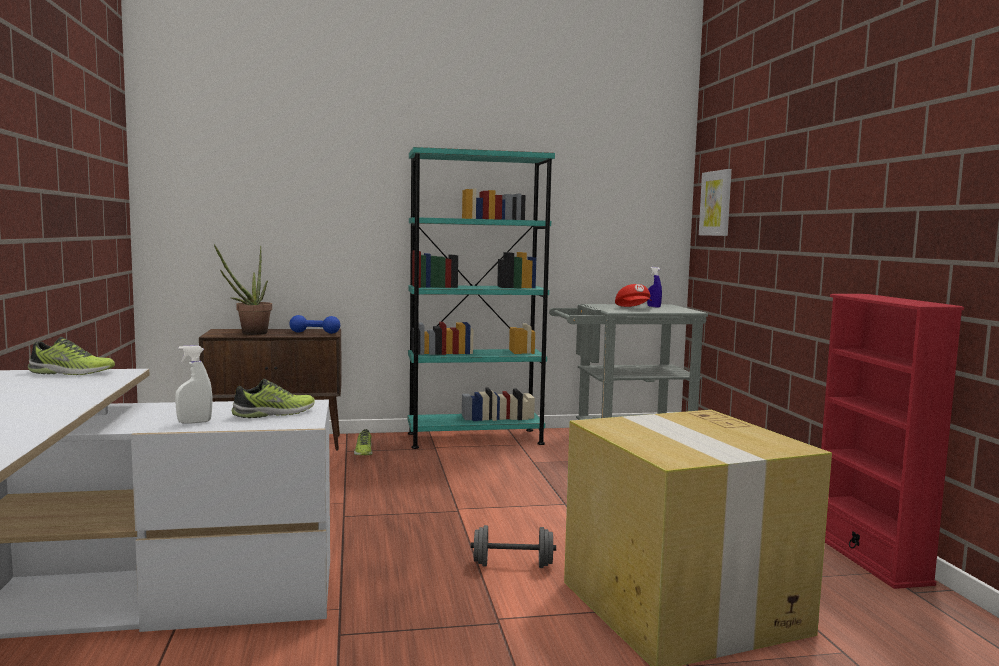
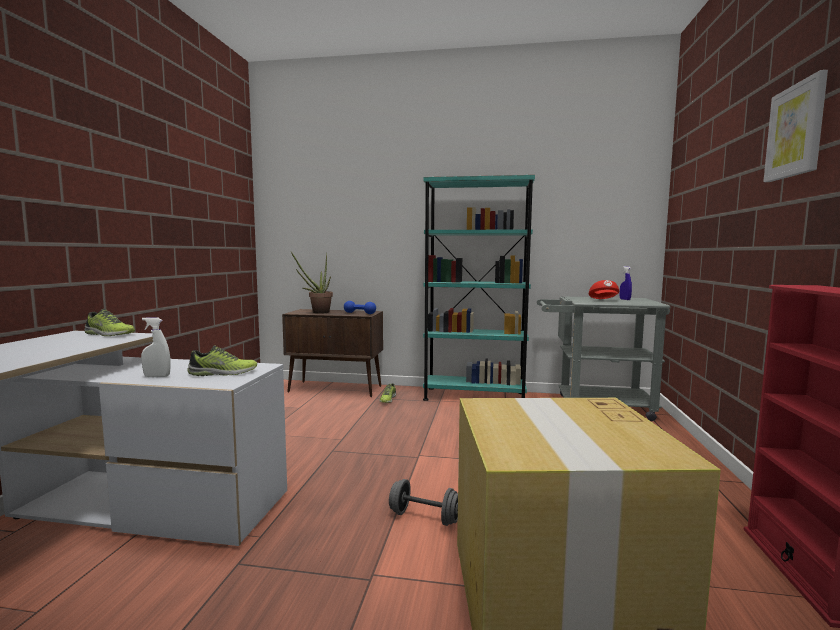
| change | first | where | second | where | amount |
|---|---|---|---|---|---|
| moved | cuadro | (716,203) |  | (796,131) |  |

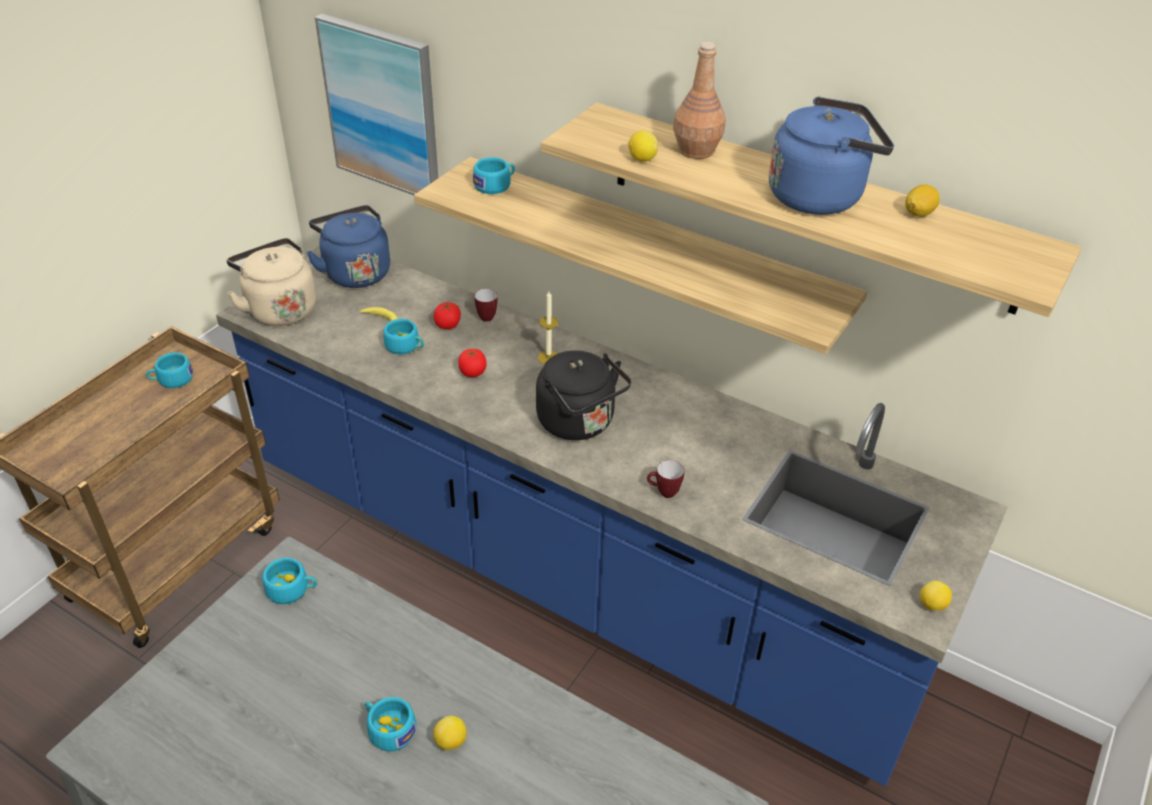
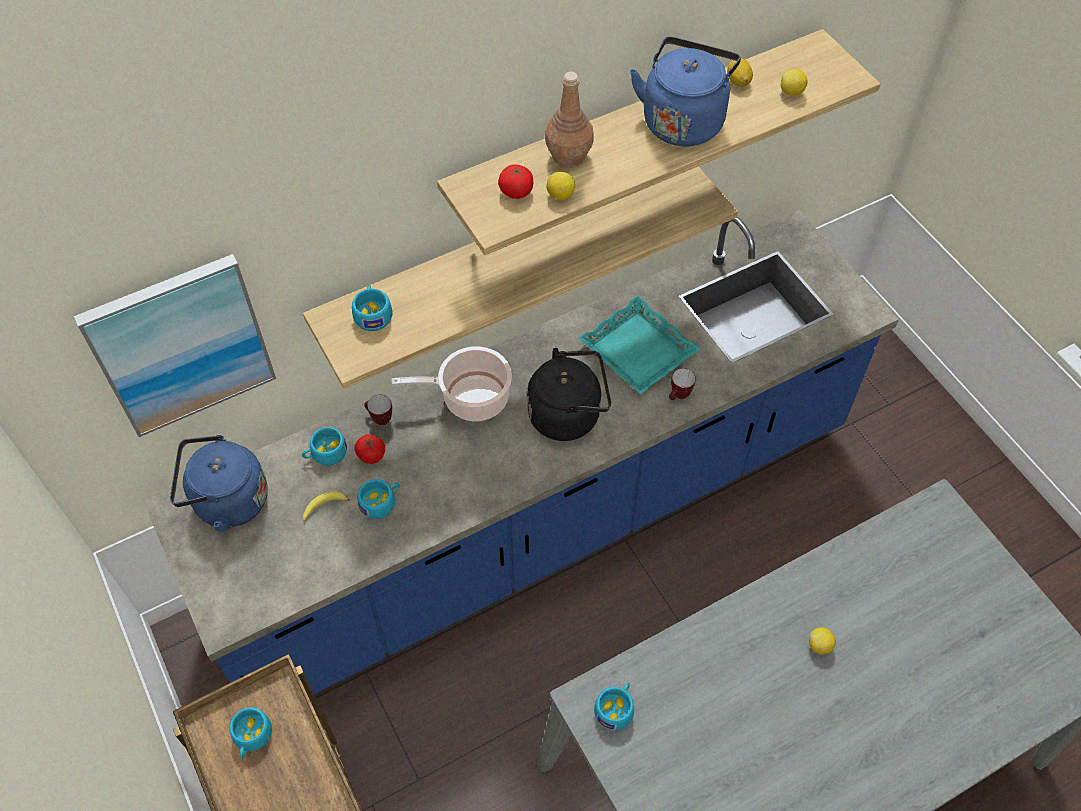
| change | first | where | second | where | amount |
|---|---|---|---|---|---|
| removed | hervidor [beis] | (279,309) |  |  |  |
| moved | taza [turquesa] | (388,729) |  | (325,454) |  |
| moved | tomate | (472,372) |  | (516,191) |  |
| replaced | vela | (548,357) | olla | (471,398) |  |
| moved | limón | (932,605) |  | (791,92) |  |
| added |  |  | bandeja [turquesa] | (637,351) |  |

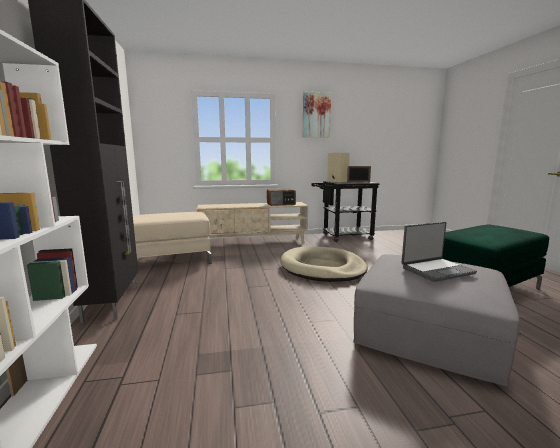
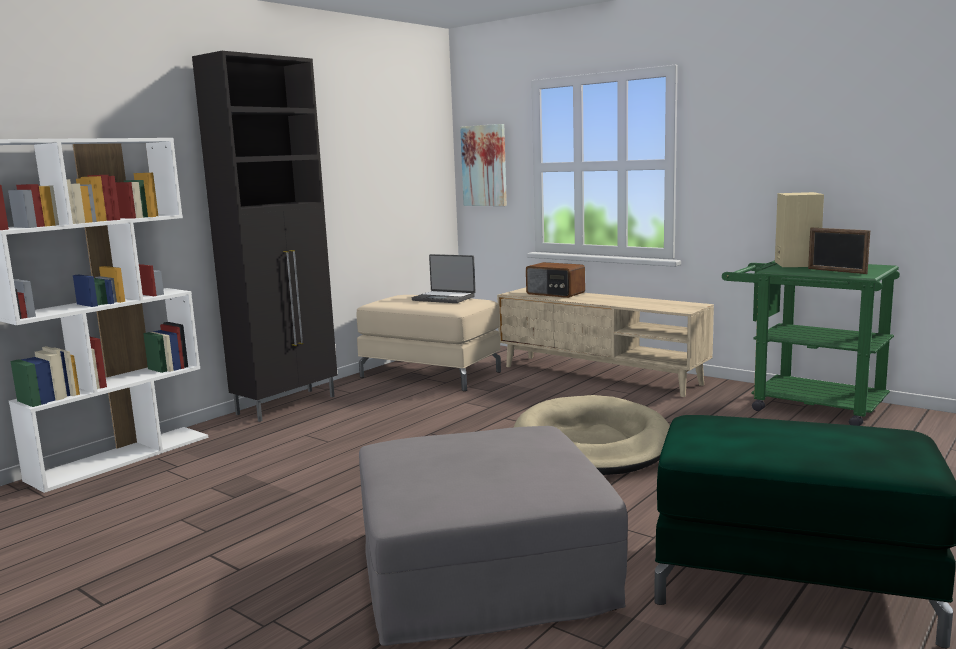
| change | first | where | second | where | amount |
|---|---|---|---|---|---|
| moved | radio | (281,204) |  | (555,293) |  |
| moved | cuadro | (316,115) |  | (484,165) |  |
| recoloured | carrito [negro] | (342,237) | carrito [verde] | (805,405) |  |
| moved | portátil | (436,270) |  | (444,298) |  |

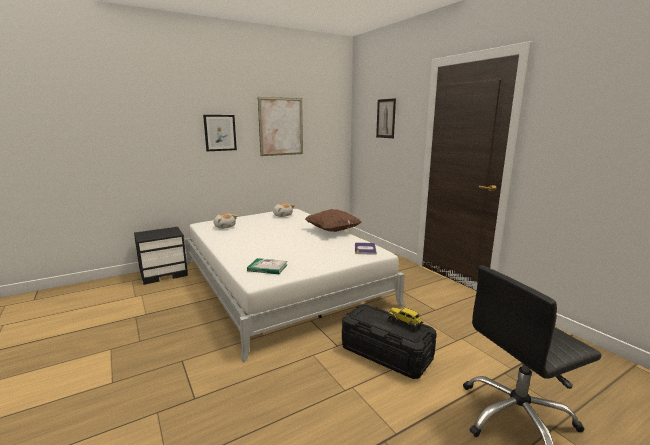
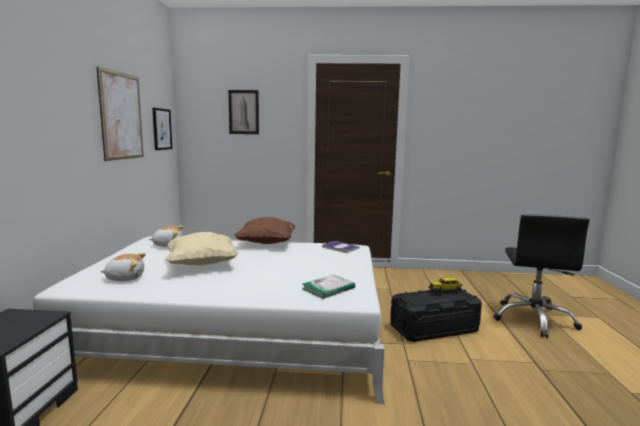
| change | first | where | second | where | amount |
|---|---|---|---|---|---|
| moved | cuadro | (220,133) |  | (161,129) |  |
| added |  |  | cojín [beis] | (202,264) |  |

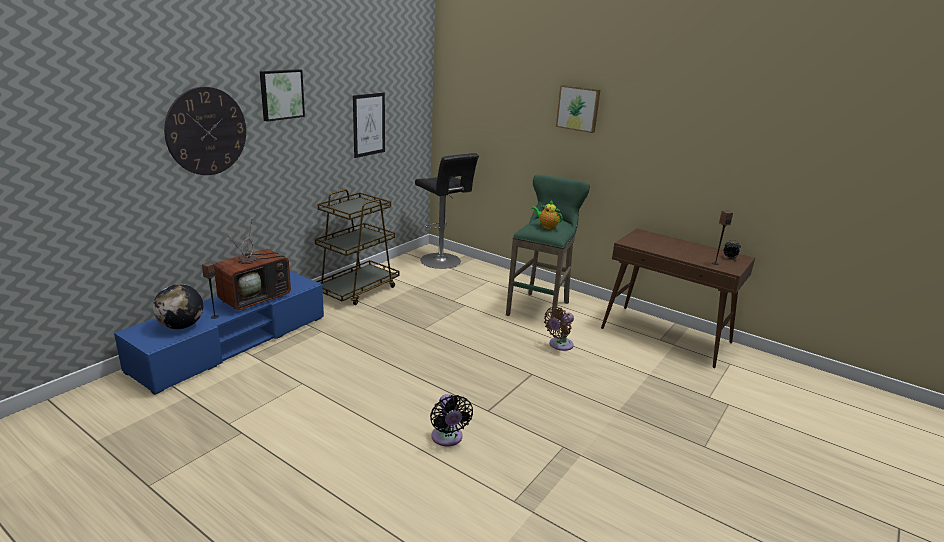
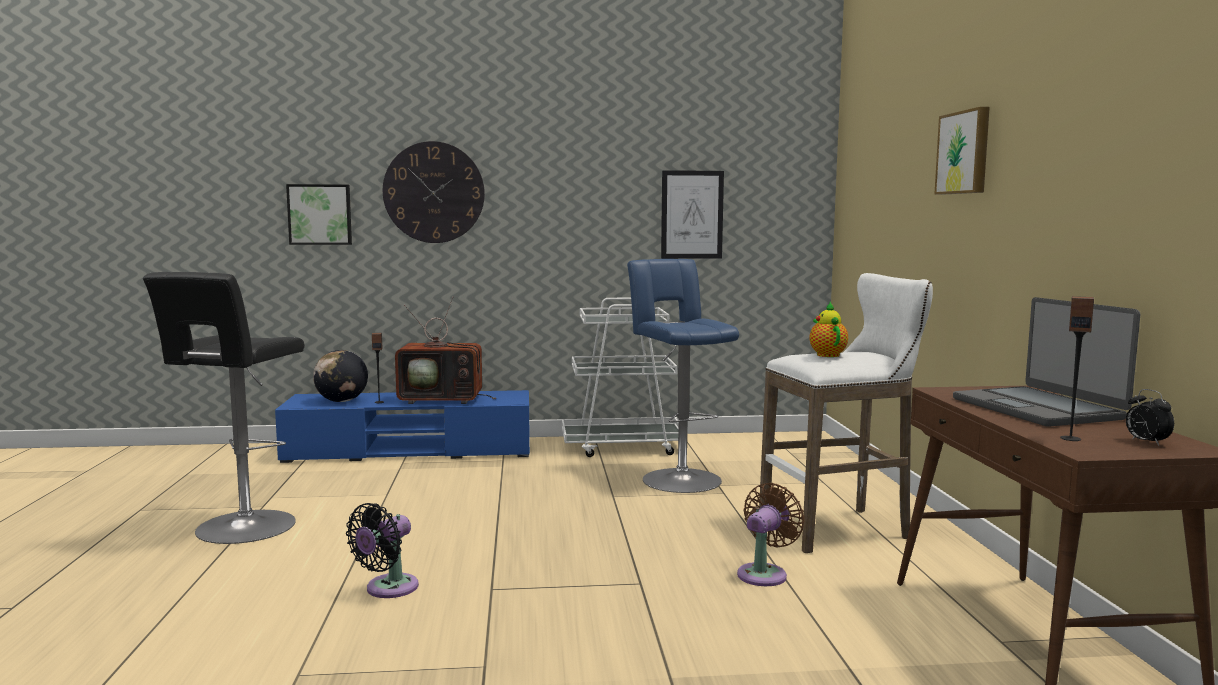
| change | first | where | second | where | amount |
|---|---|---|---|---|---|
| moved | cuadro | (281,94) |  | (320,214) |  |
| recoloured | carrito [marrón] | (357,290) | carrito [blanco] | (622,446) |  |
| moved | taburete [negro] | (442,261) |  | (241,529) |  |
| recoloured | taburete [verde] | (540,307) | taburete [blanco] | (840,528) |  |
| turned | ventilador [marrón] | (559,345) |  | (764,573) | 120 degrees clockwise |
| added |  |  | taburete [azul] | (678,478) |  |
| added |  |  | portátil | (1038,409) |  |

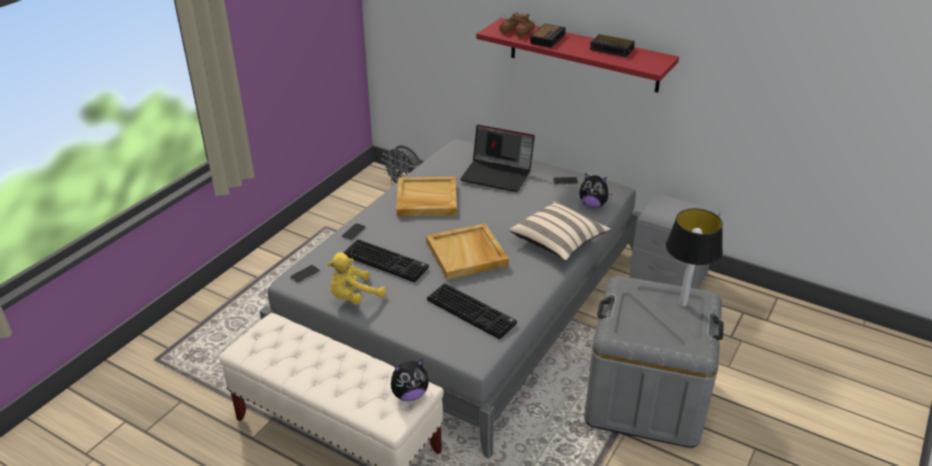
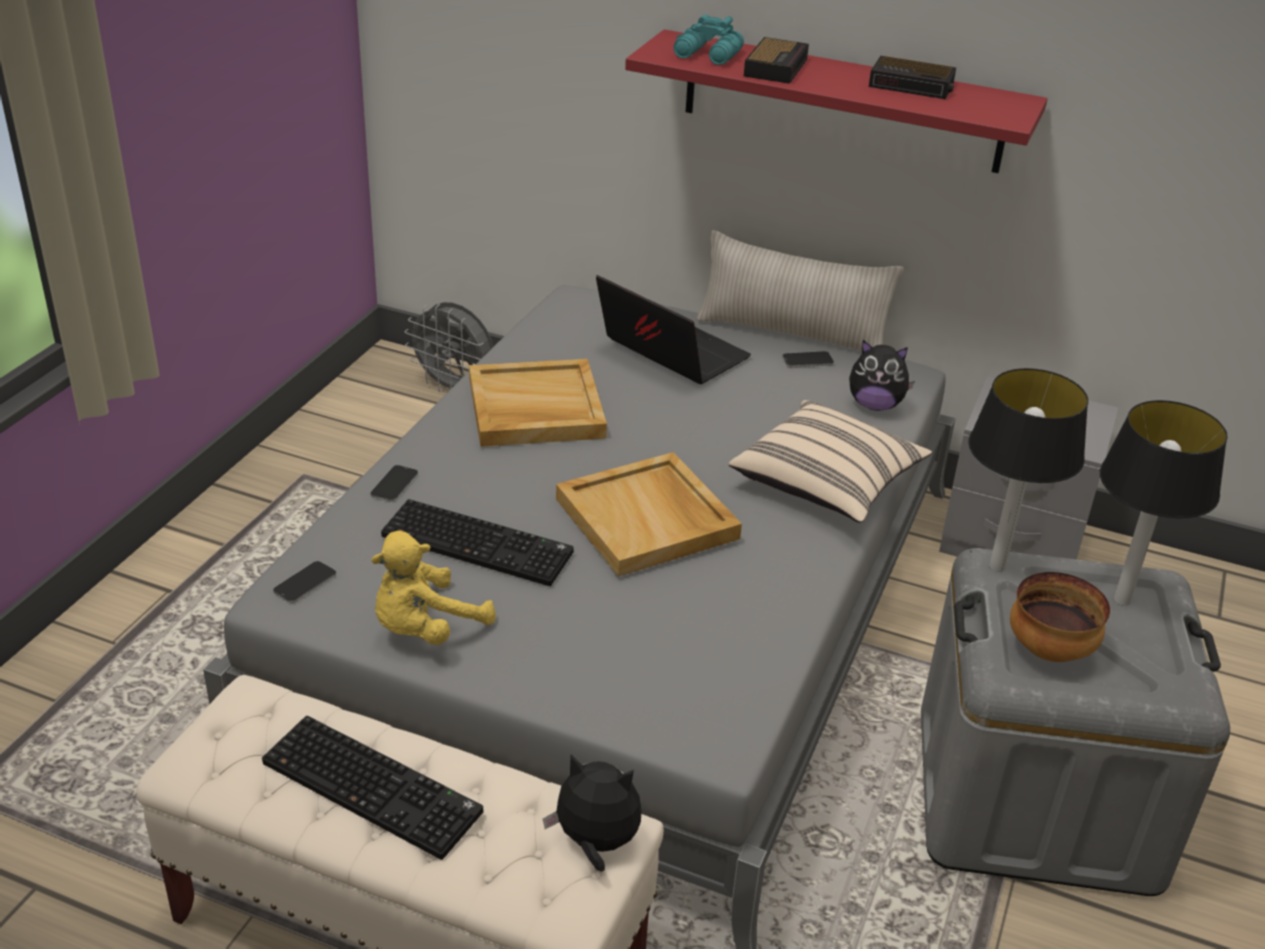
| change | first | where | second | where | amount |
|---|---|---|---|---|---|
| turned | peluche | (409,394) |  | (595,843) | 135 degrees counterclockwise |
| moved | teclado | (473,311) |  | (376,786) |  |
| turned | portátil | (498,175) |  | (669,353) | 150 degrees counterclockwise |
| recoloured | prismáticos [marrón] | (517,32) | prismáticos [turquesa] | (708,56) |  |
| added |  |  | cojín [beis] | (792,333) |  |
| added |  |  | lámpara de mesa | (998,566) |  |
| added |  |  | cuenco | (1050,651) |  |

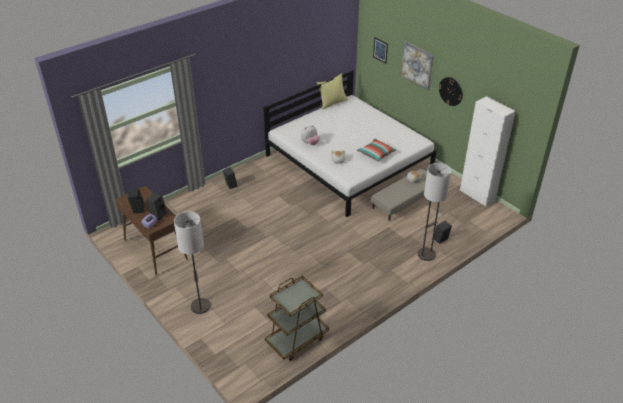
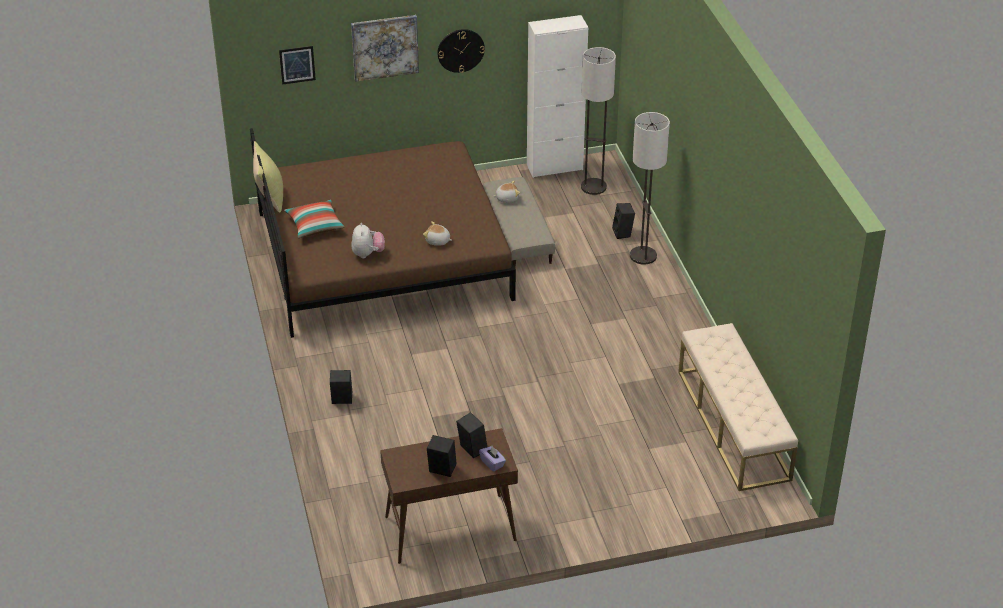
| change | first | where | second | where | amount |
|---|---|---|---|---|---|
| moved | lámpara de pie | (200,306) |  | (593,187) |  |
| recoloured | cama [blanco] | (348,161) | cama [marrón] | (382,254) |  |
| replaced | carrito [marrón] | (297,339) | banco [beis] | (733,425) |  |
| moved | cojín | (376,154) |  | (315,226) |  |

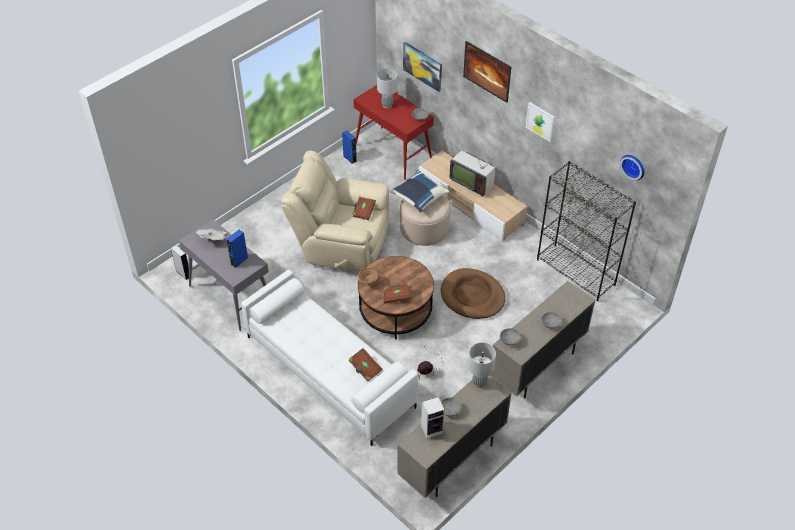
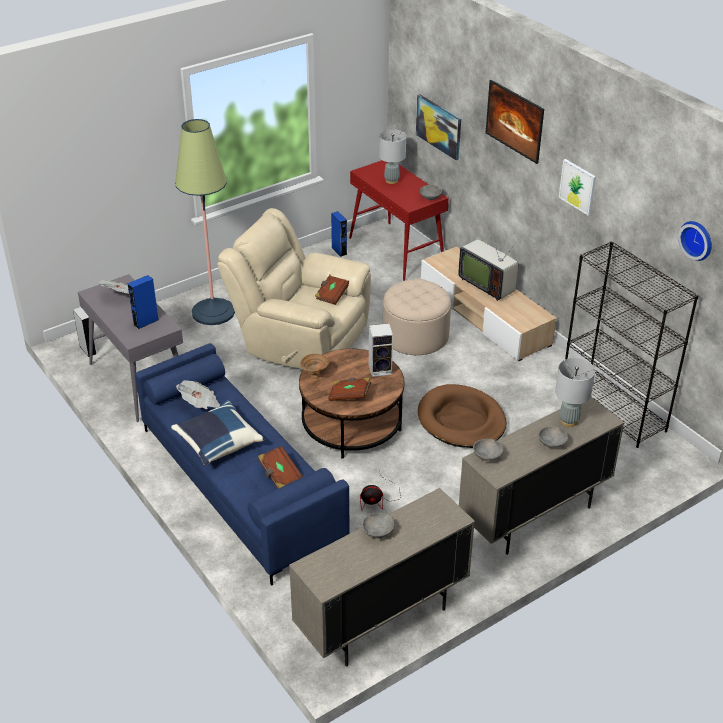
| change | first | where | second | where | amount |
|---|---|---|---|---|---|
| recoloured | sofá [blanco] | (328,371) | sofá [azul] | (239,485) |  |
| moved | cojín [azul] | (419,197) |  | (218,443) |  |
| moved | altavoz | (432,429) |  | (381,369) |  |
| moved | lámpara de mesa [gris] | (479,382) |  | (568,421) |  |
| added |  |  | lámpara de pie | (213,312) |  |
| added |  |  | periódico | (200,403) |  |

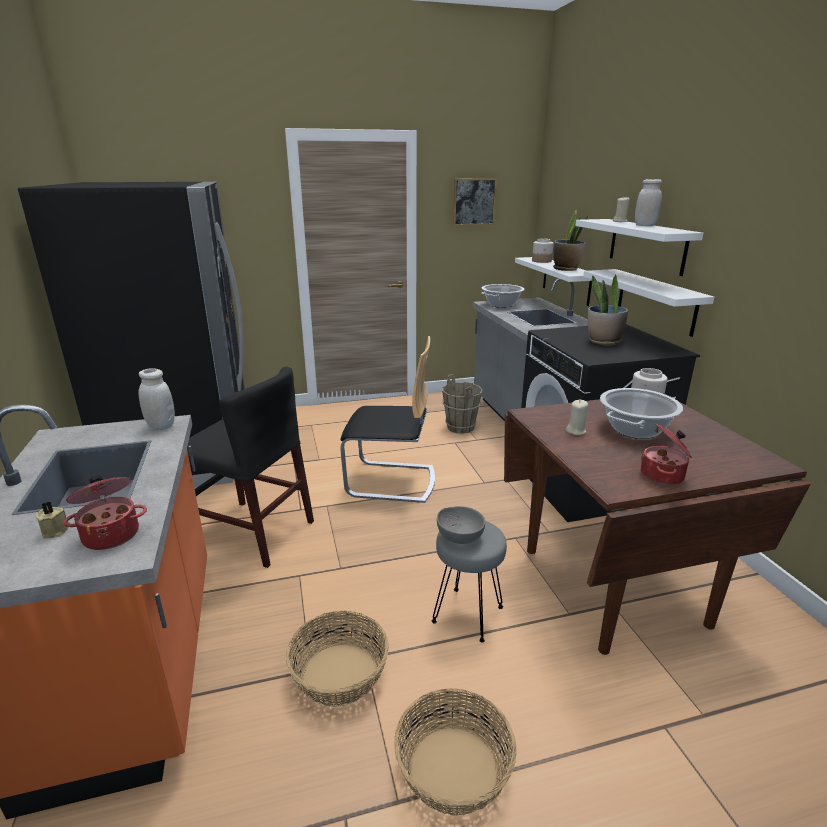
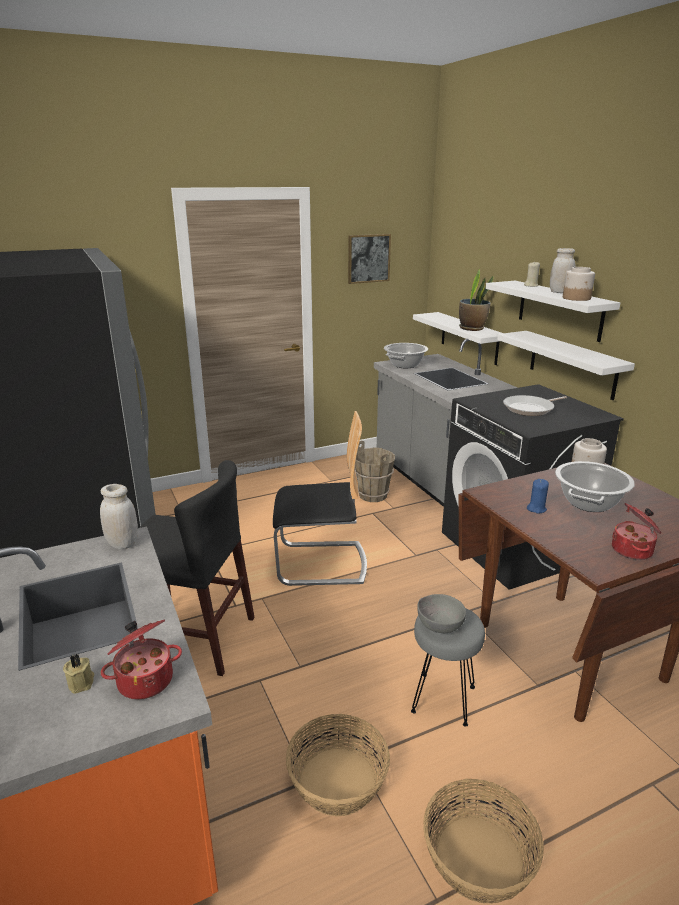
| change | first | where | second | where | amount |
|---|---|---|---|---|---|
| moved | tarro | (541,261) |  | (576,298) |  |
| recoloured | vela [beis] | (575,431) | vela [azul] | (536,509) |  |
| replaced | planta en maceta | (603,342) | sartén | (530,409) |  |

